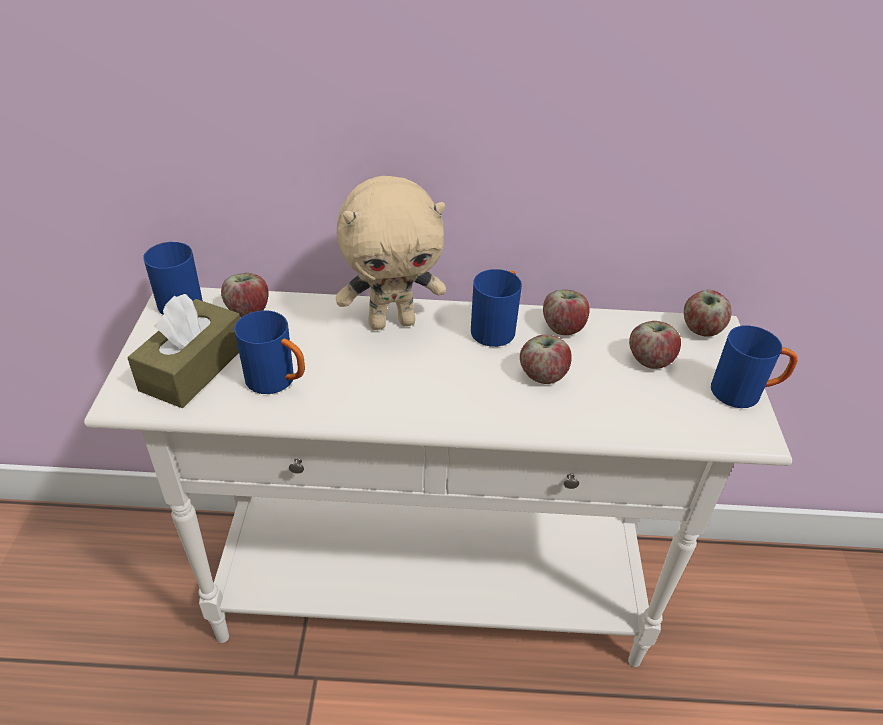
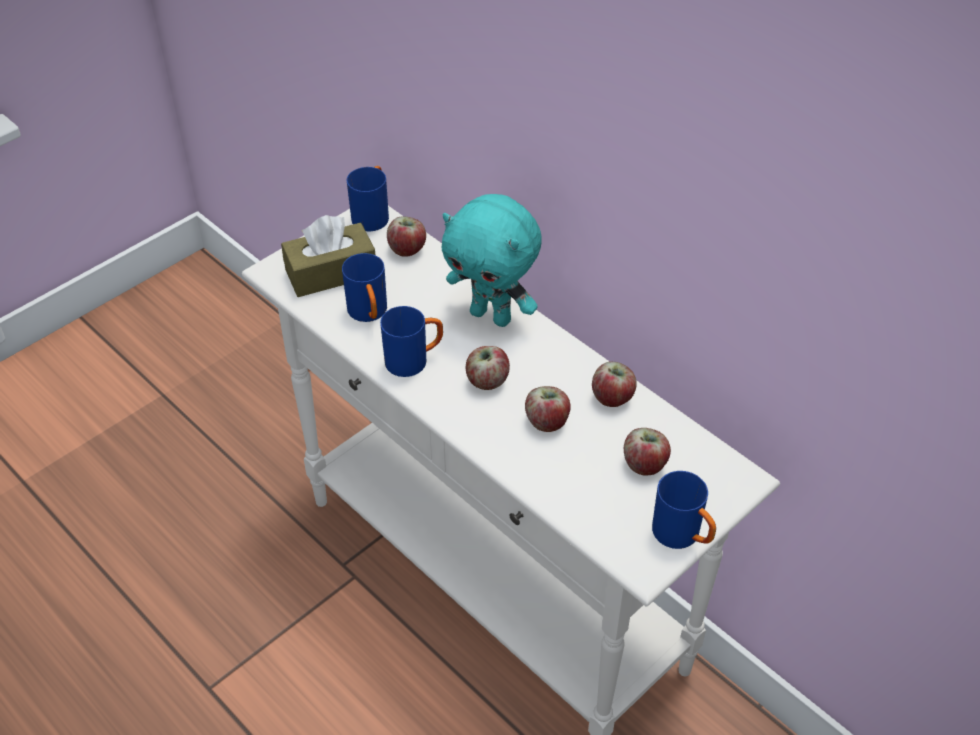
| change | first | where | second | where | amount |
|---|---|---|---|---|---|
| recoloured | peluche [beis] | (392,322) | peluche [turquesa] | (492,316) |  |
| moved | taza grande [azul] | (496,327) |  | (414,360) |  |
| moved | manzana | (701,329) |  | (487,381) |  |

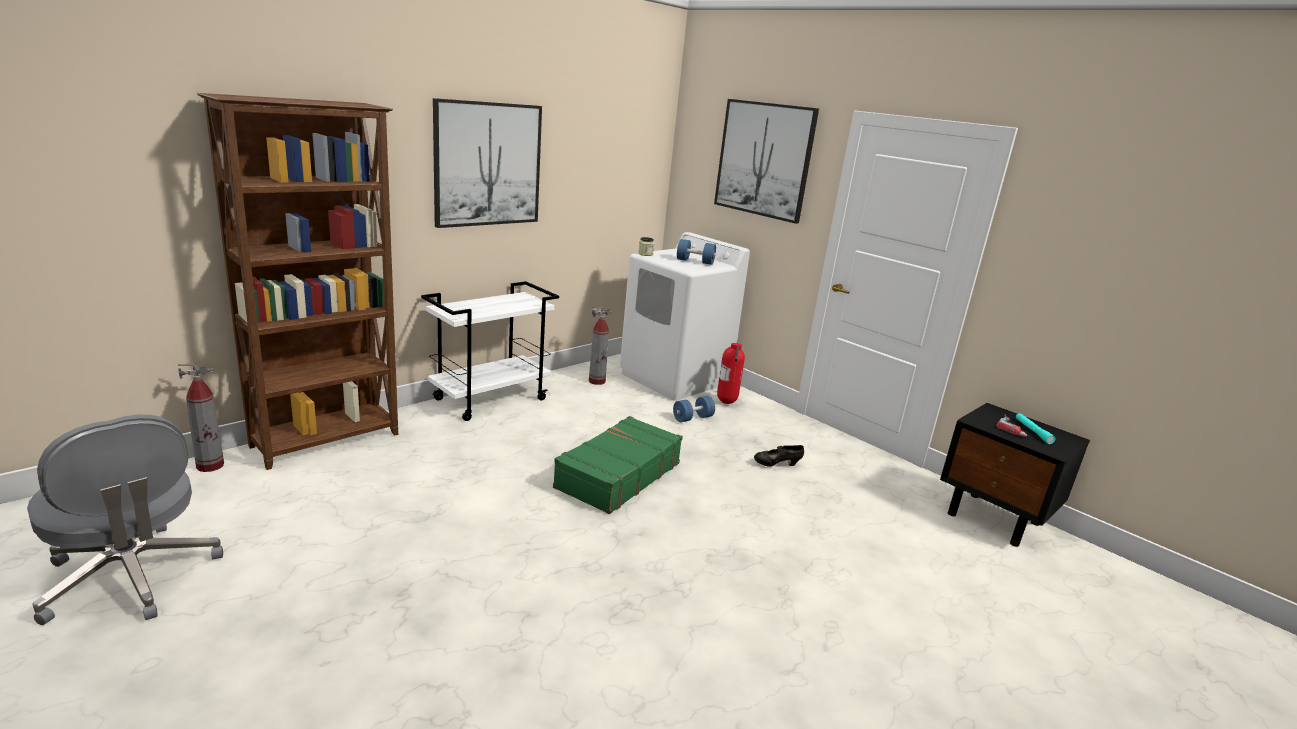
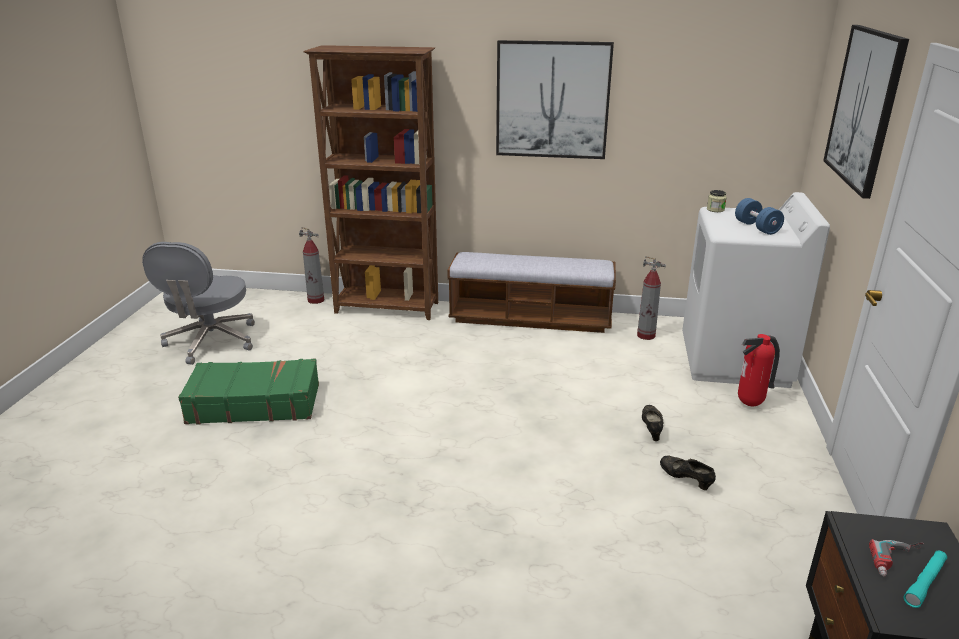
| change | first | where | second | where | amount |
|---|---|---|---|---|---|
| replaced | carrito [blanco] | (491,399) | banco | (530,318) |  |
| moved | maleta [verde] | (617,475) |  | (254,403) |  |
| removed | mancuerna [azul] | (692,418) |  |  |  |
| added |  |  | zapato [negro] | (651,429) |  |

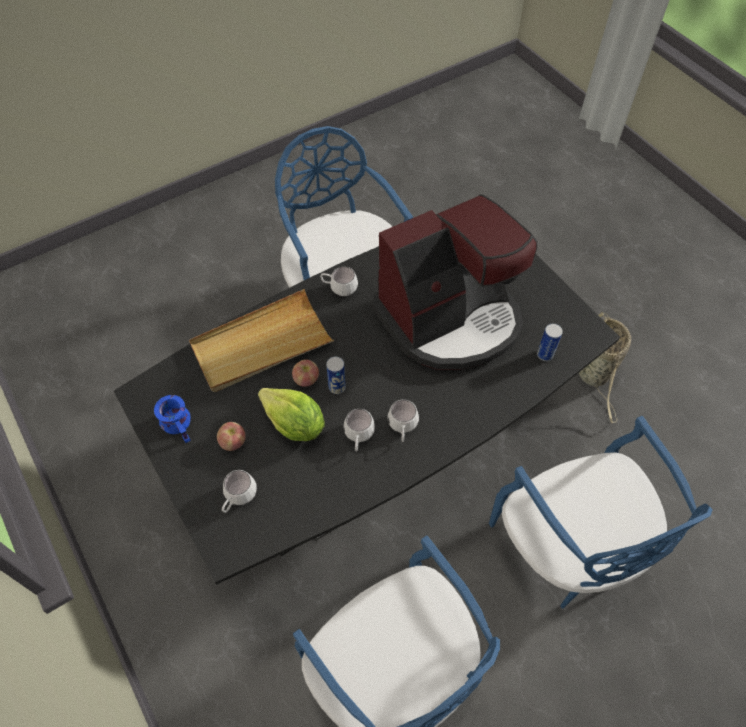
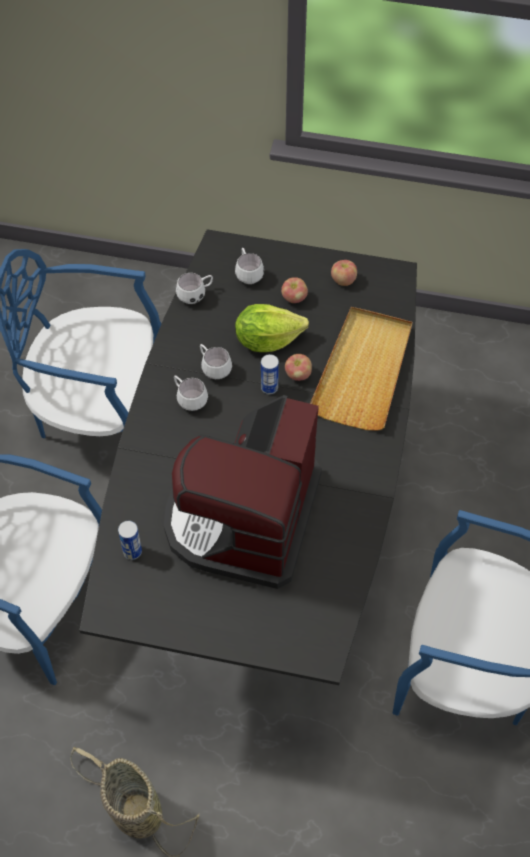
| change | first | where | second | where | amount |
|---|---|---|---|---|---|
| replaced | taza grande [azul] | (180,424) | manzana | (343,280) |  |
| moved | taza grande [blanco] | (339,288) |  | (196,295) |  |

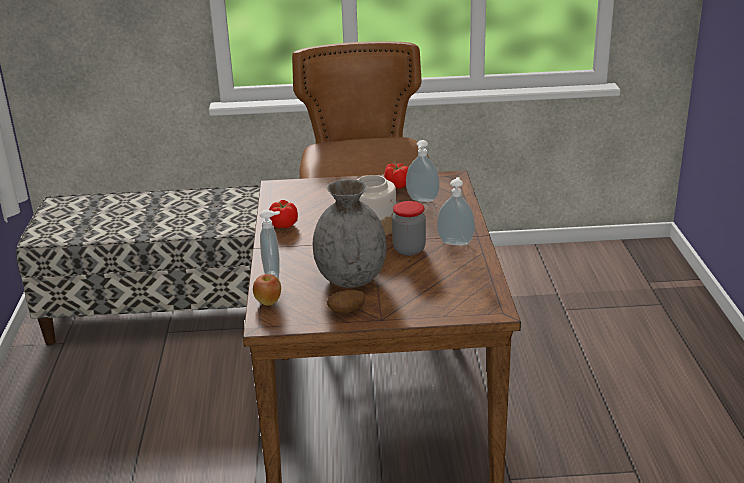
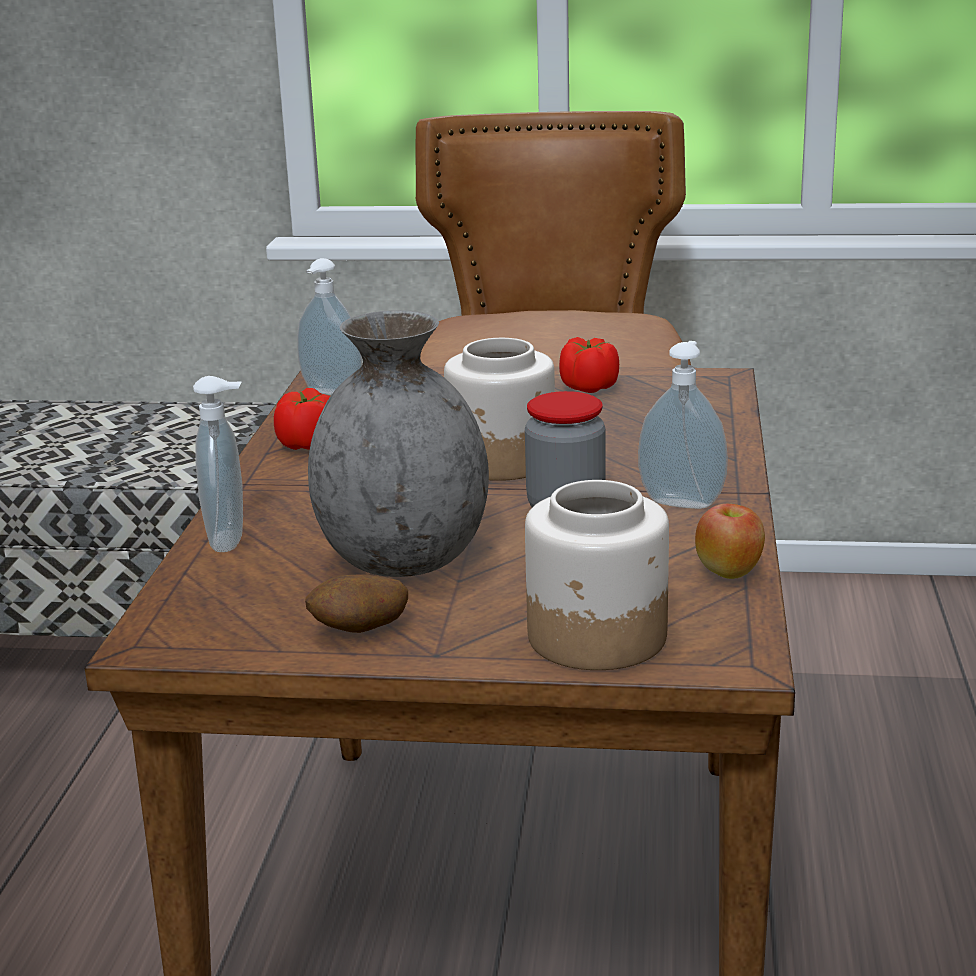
| change | first | where | second | where | amount |
|---|---|---|---|---|---|
| moved | manzana | (268,302) |  | (729,572) |  |
| moved | dispensador de jabón | (422,200) |  | (330,393) |  |
| added |  |  | tarro | (598,637) |  |

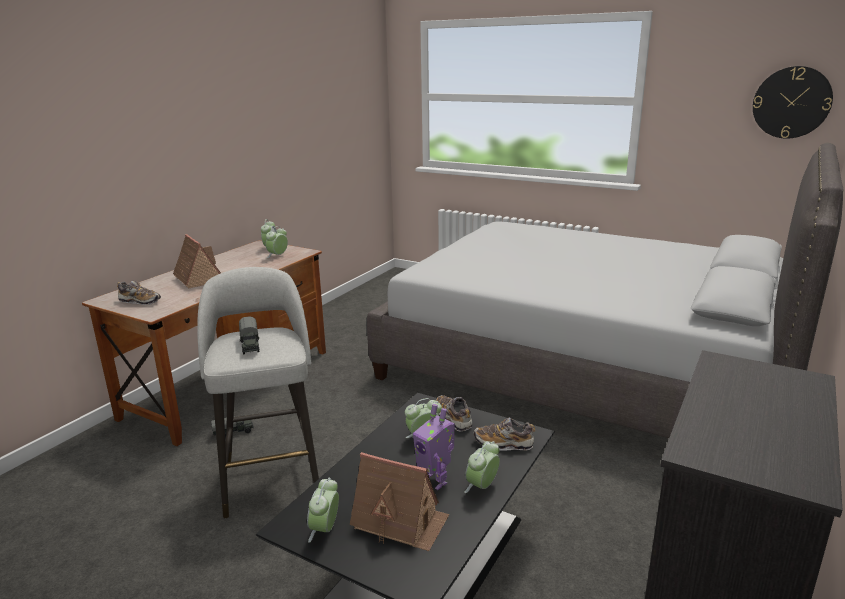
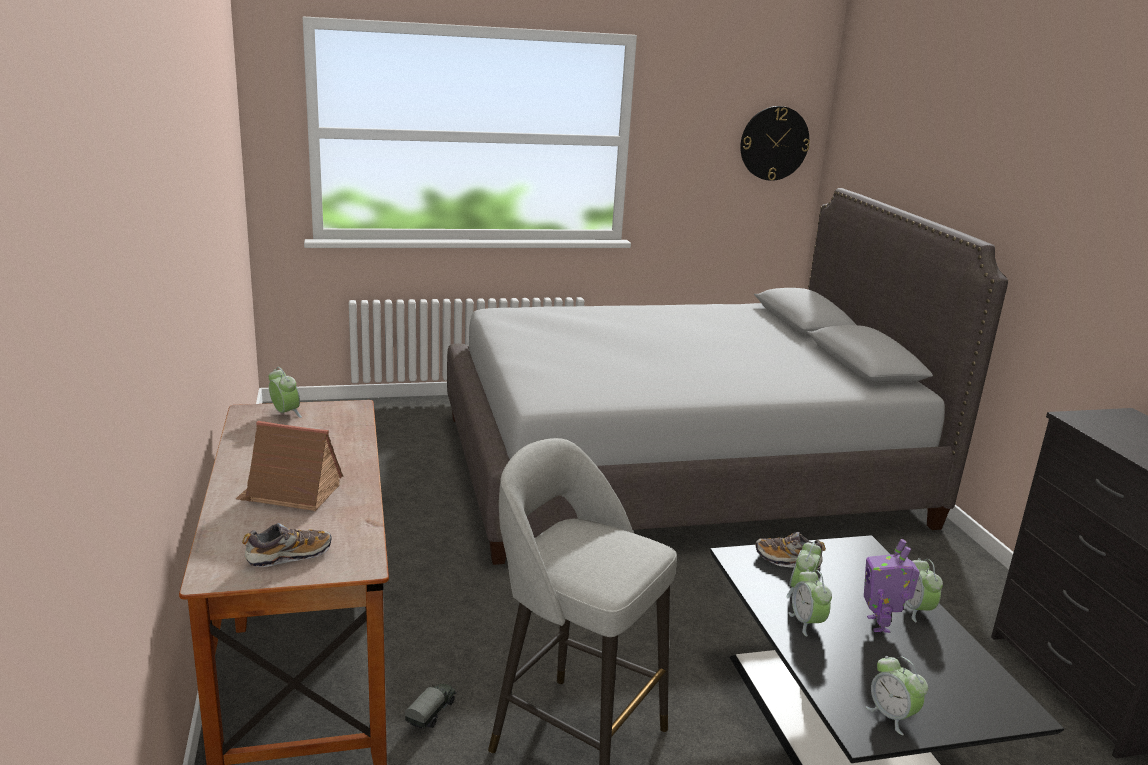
| change | first | where | second | where | amount |
|---|---|---|---|---|---|
| removed | camión de juguete | (250,345) |  |  |  |
| moved | despertador | (278,256) |  | (807,623) |  |
| removed | casita | (400,521) |  |  |  |
| turned | robot de juguete | (435,481) |  | (880,624) | 90 degrees clockwise |
| removed | zapato | (503,444) |  |  |  |

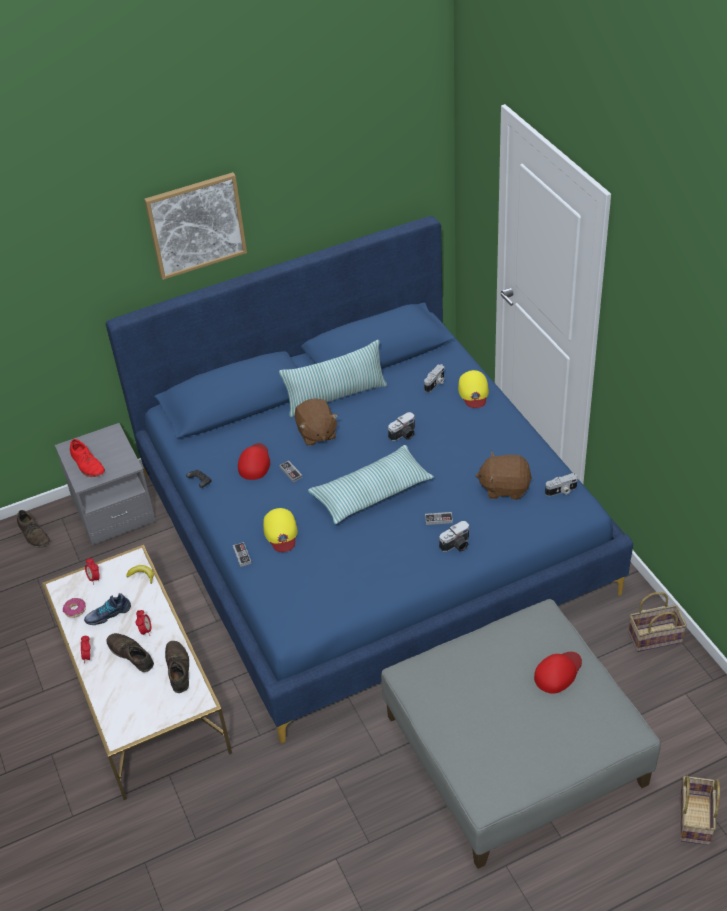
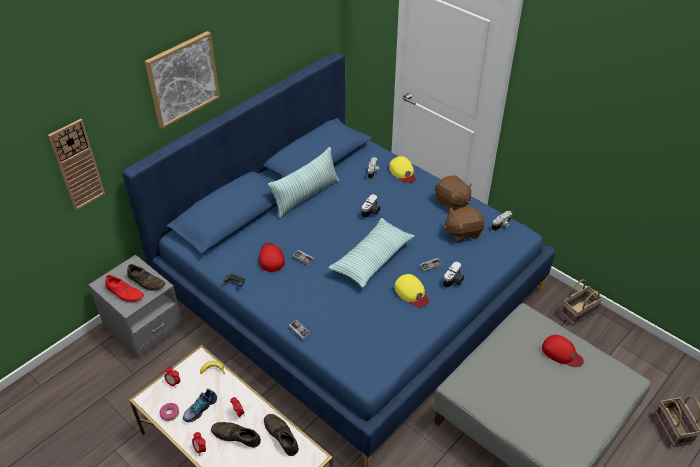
| change | first | where | second | where | amount |
|---|---|---|---|---|---|
| moved | zapato [marrón] | (34,534) |  | (146,282) |  |
| moved | gorra [amarillo] | (281,532) |  | (411,293) |  |
| moved | peluche [marrón] | (316,433) |  | (452,202) |  |
| turned | gorra [rojo] | (558,672) |  | (561,353) | 105 degrees clockwise |
| added |  |  | reloj de pared | (77,165) |  |

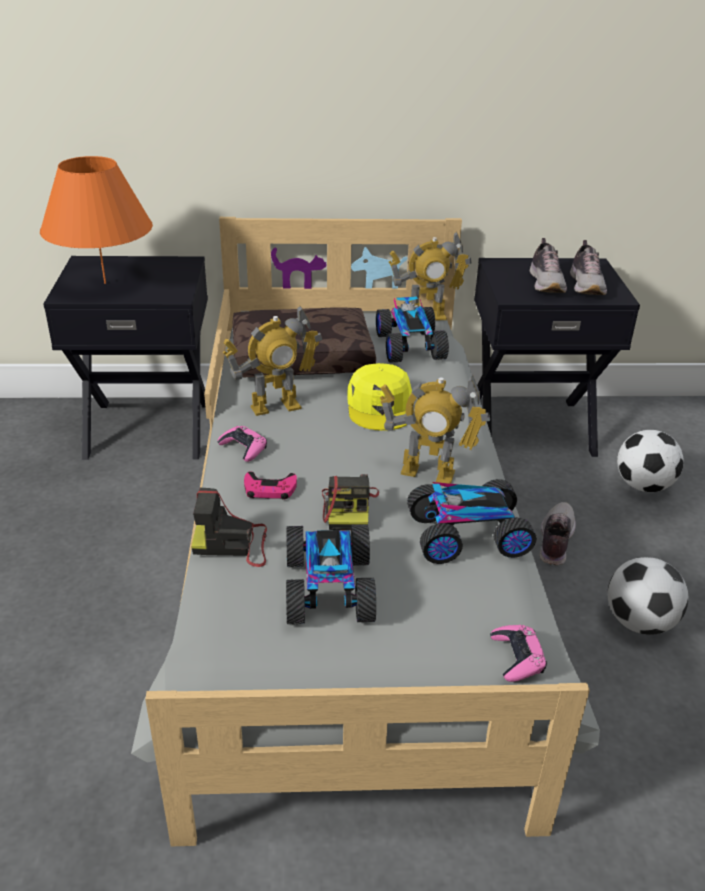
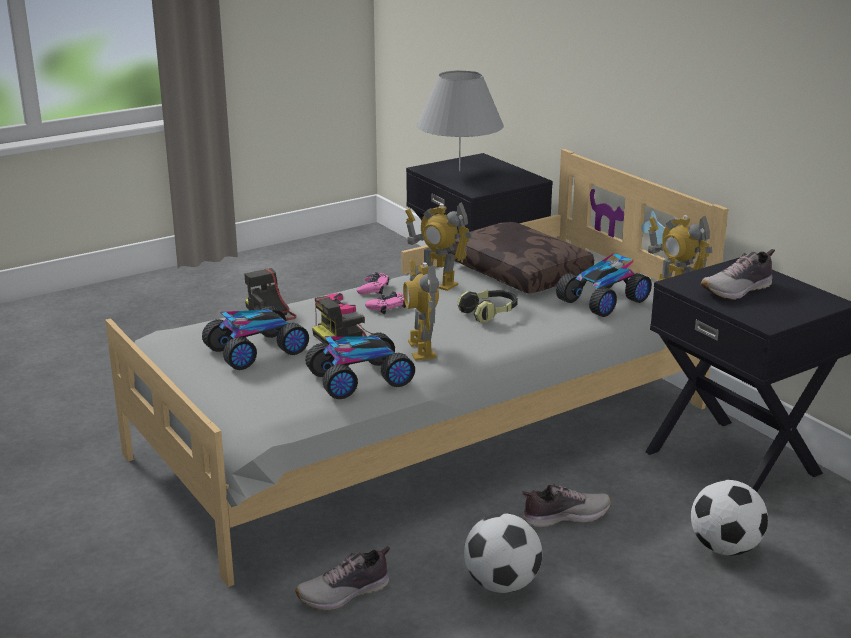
| change | first | where | second | where | amount |
|---|---|---|---|---|---|
| recoloured | lámpara de mesa [naranja] | (105,283) | lámpara de mesa [gris] | (459,171) |  |
| replaced | gorra [amarillo] | (380,407) | auriculares | (489,313) |  |
| turned | coche de juguete | (468,536) |  | (360,379) | 75 degrees counterclockwise |
| moved | mando de consola [rosa] | (517,657) |  | (387,307) |  |
| moved | zapato | (587,285) |  | (345,593) |  |

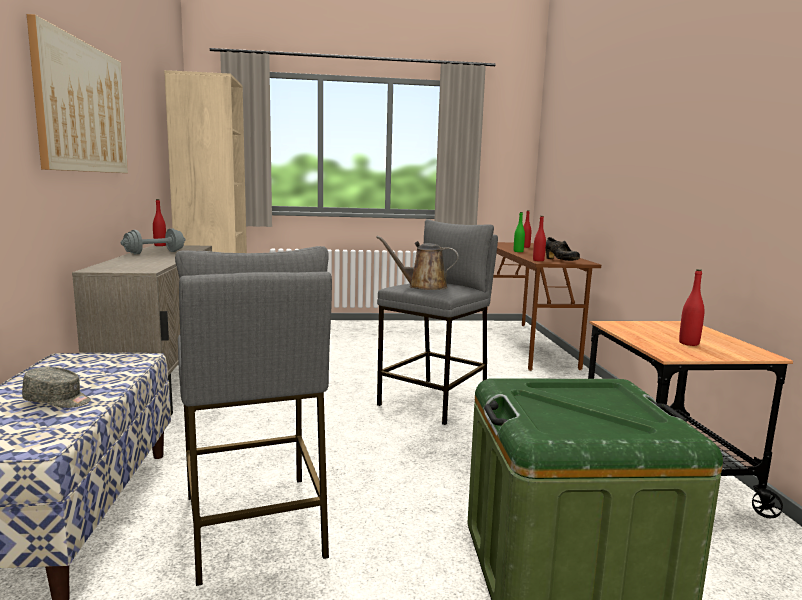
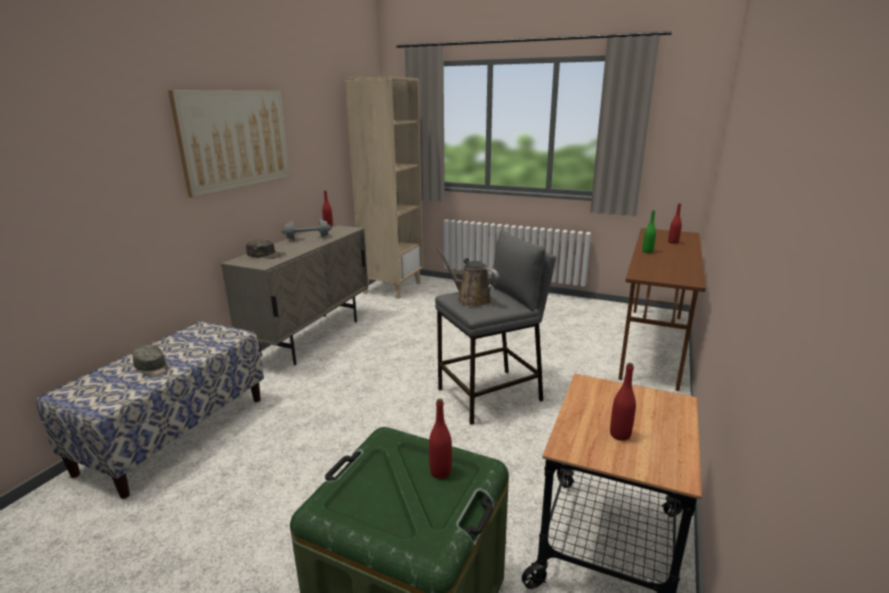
| change | first | where | second | where | amount |
|---|---|---|---|---|---|
| removed | taburete [gris] | (253,525) |  |  |  |
| moved | botella [rojo] | (538,260) |  | (440,472) |  |
| removed | zapato [negro] | (560,261) |  |  |  |
| added |  |  | gorra [verde] | (266,254) |  |

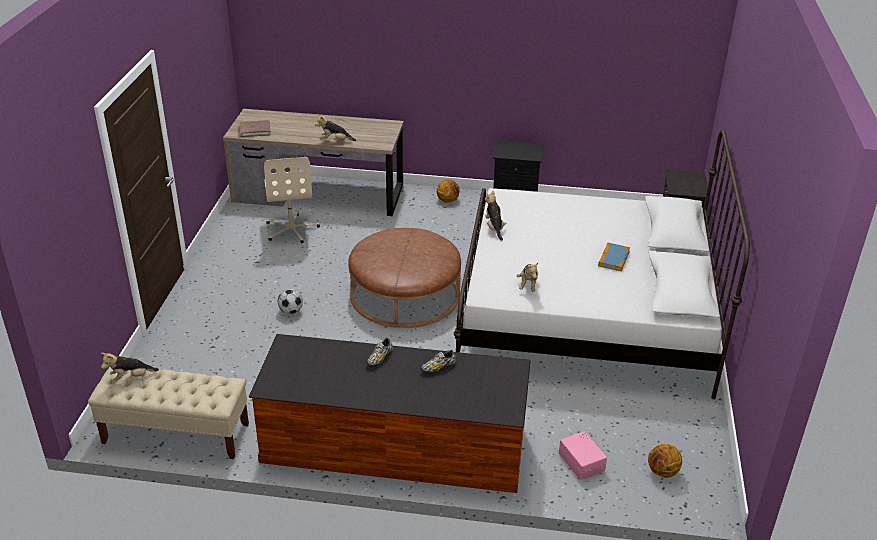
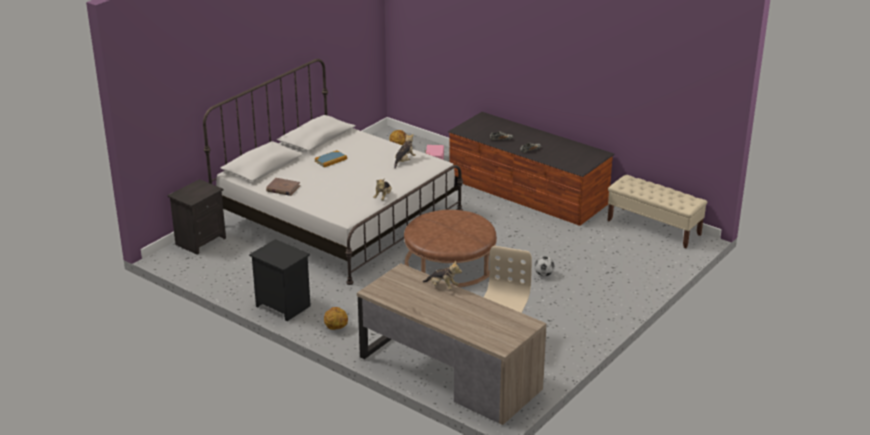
| change | first | where | second | where | amount |
|---|---|---|---|---|---|
| removed | peluche | (130,378) |  |  |  |
| moved | libro [marrón] | (255,130) |  | (283,188) |  |

